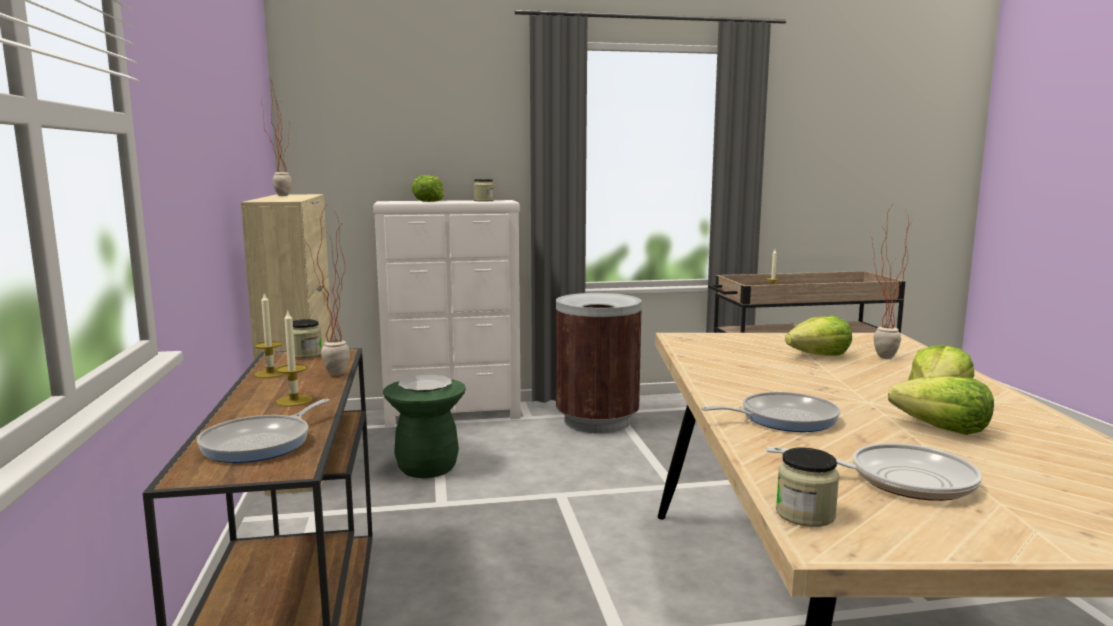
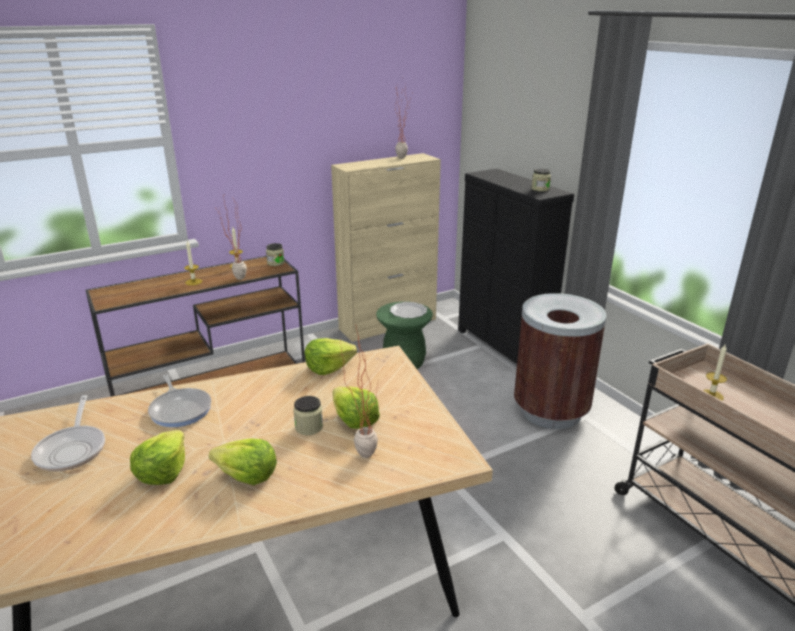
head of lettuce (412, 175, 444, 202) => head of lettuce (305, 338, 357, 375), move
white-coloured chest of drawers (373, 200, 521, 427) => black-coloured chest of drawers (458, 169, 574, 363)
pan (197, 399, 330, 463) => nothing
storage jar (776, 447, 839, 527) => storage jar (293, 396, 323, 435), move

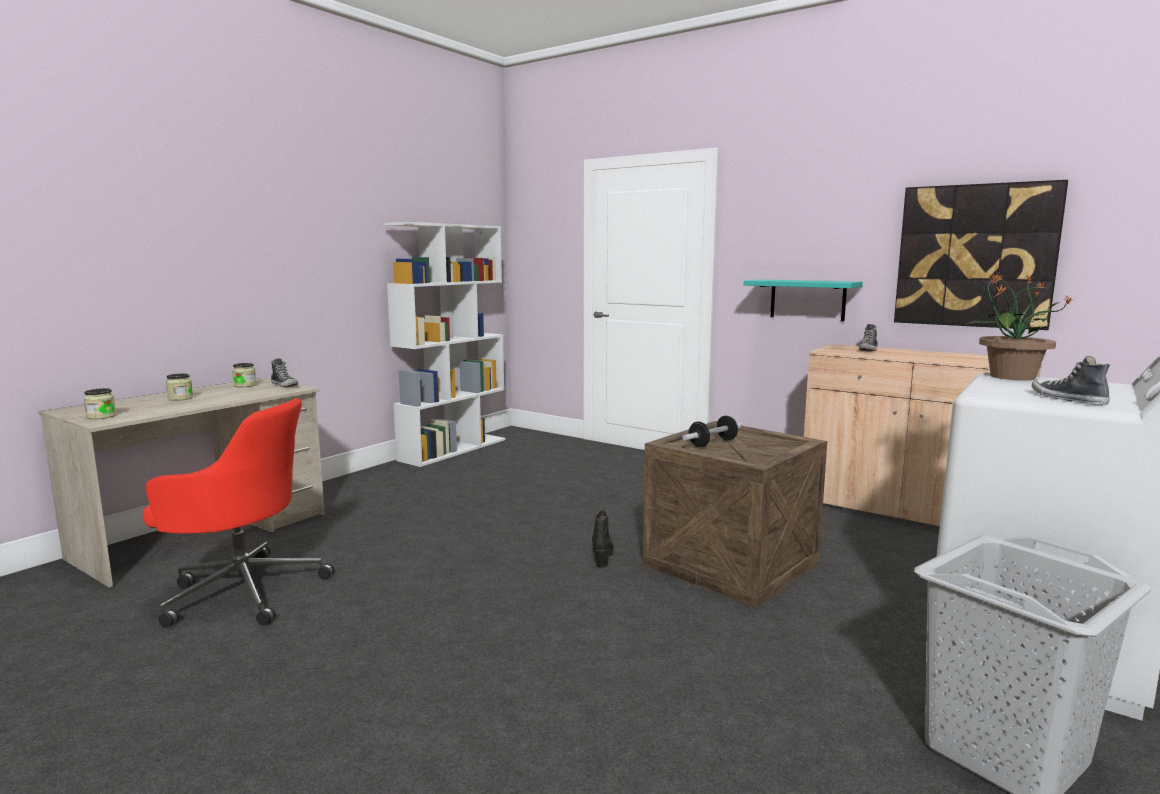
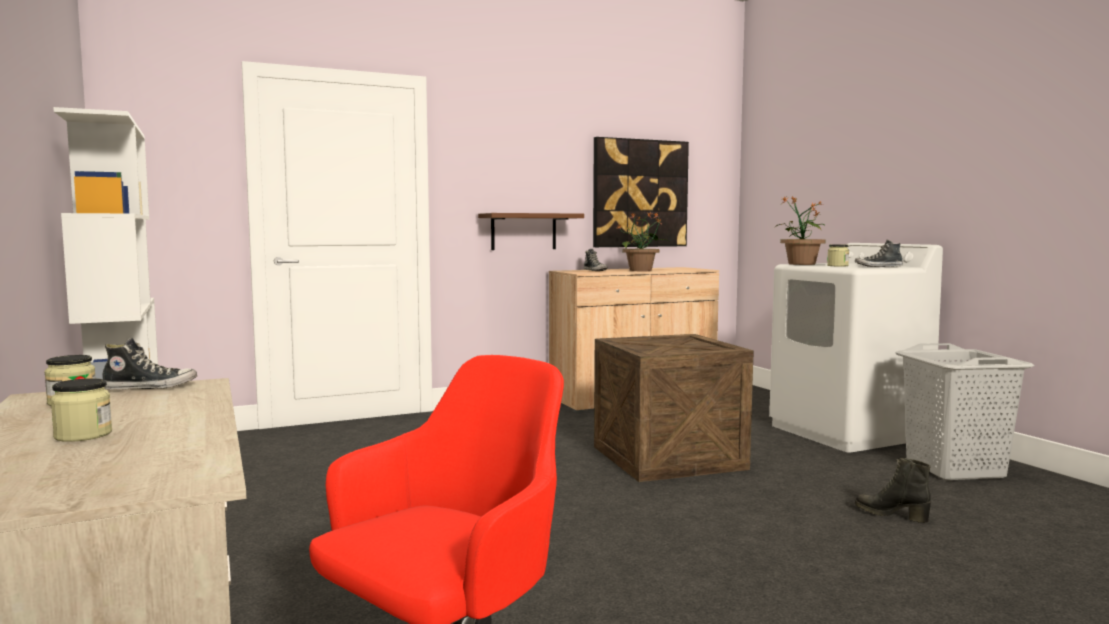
blue-green shelf (744, 279, 863, 321) => brown-coloured shelf (478, 213, 584, 250)
storage jar (84, 388, 116, 419) => storage jar (827, 244, 849, 266), move
free weight (683, 416, 742, 447) => nothing
black-coloured high-top boot (592, 509, 614, 568) => black-coloured high-top boot (855, 458, 931, 523), move
nothing => potted plant (616, 212, 669, 271)

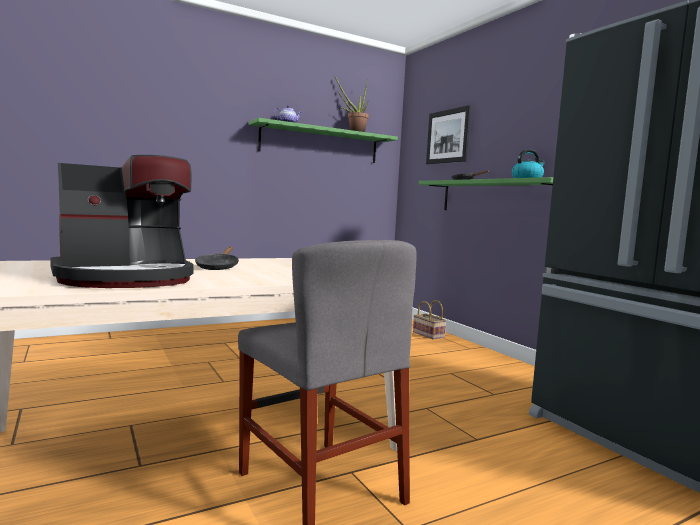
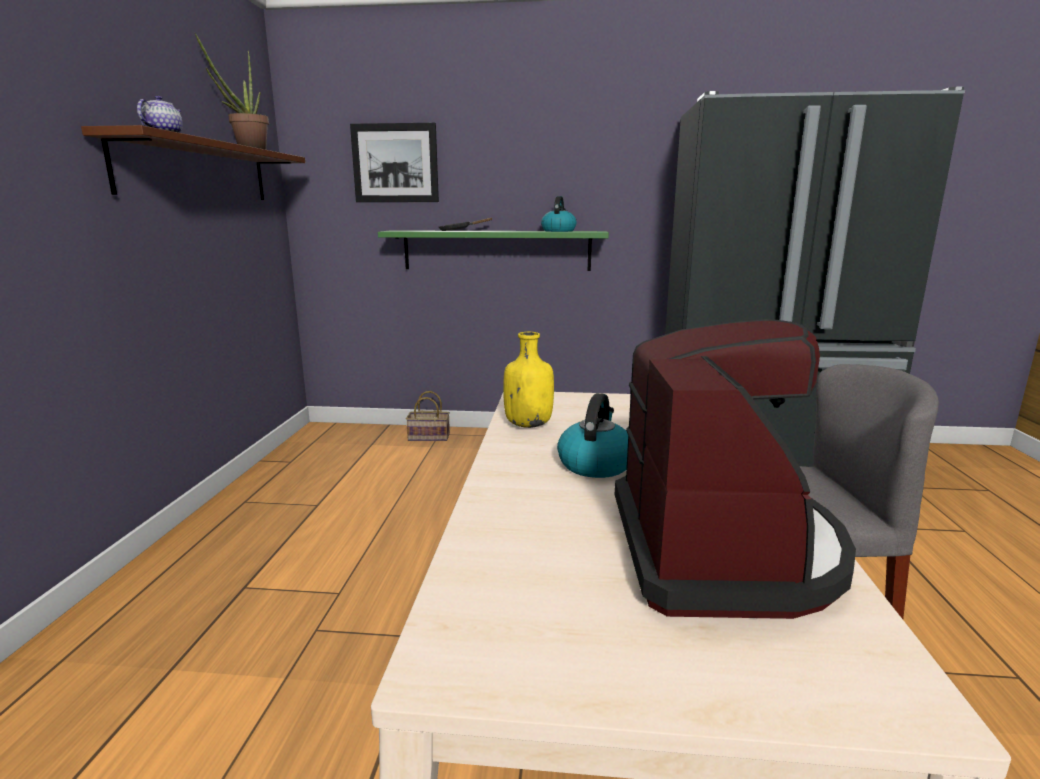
green-coloured shelf (248, 118, 398, 163) => brown-coloured shelf (81, 125, 305, 200)
black-coloured pan (195, 247, 239, 270) => water kettle (557, 393, 628, 478)
nothing => yellow-coloured beverage bottle (503, 332, 554, 428)

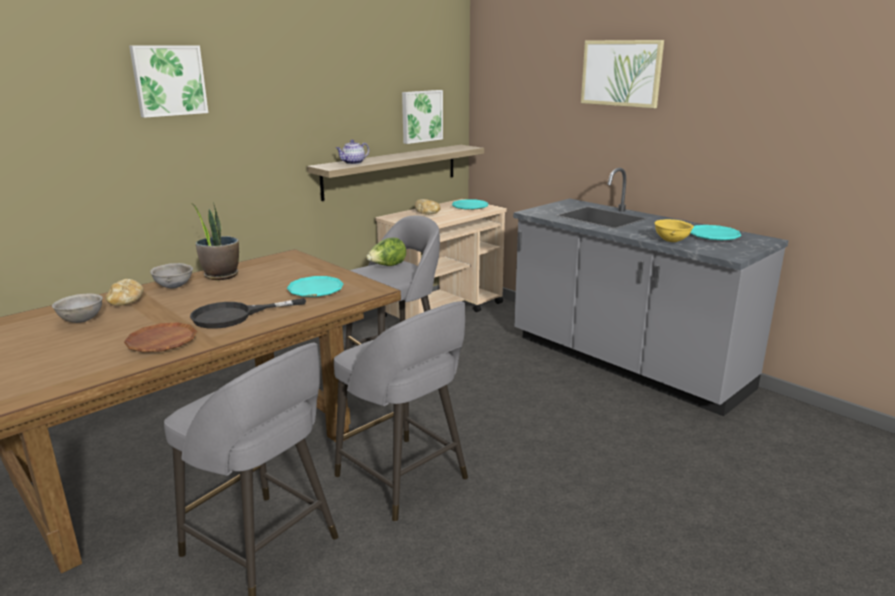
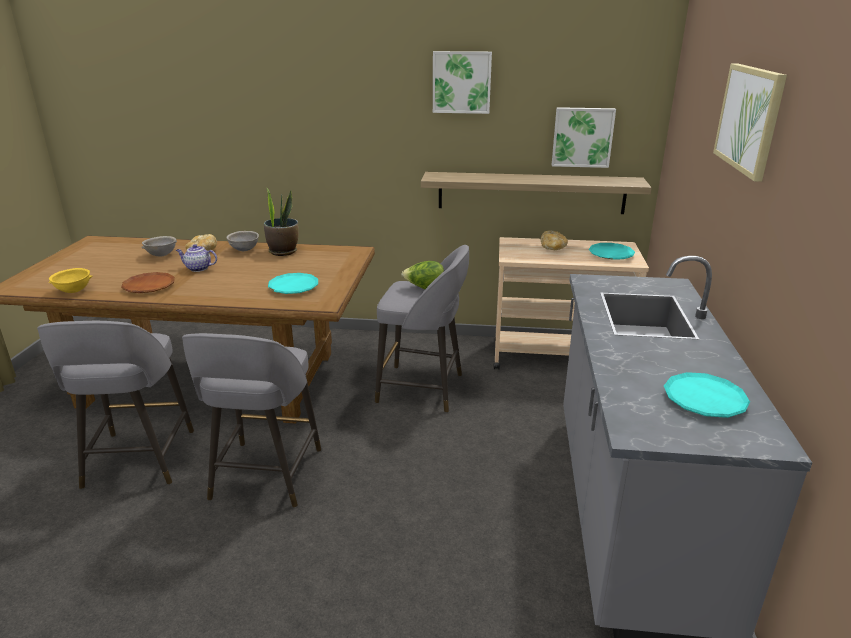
wall art (129, 45, 208, 118) => wall art (433, 51, 492, 114), move
teapot (336, 140, 369, 164) => teapot (176, 244, 217, 272), move
yellow-coloured serving bowl (654, 219, 694, 242) => yellow-coloured serving bowl (49, 268, 93, 293), move
black-coloured pan (190, 298, 306, 329) => nothing

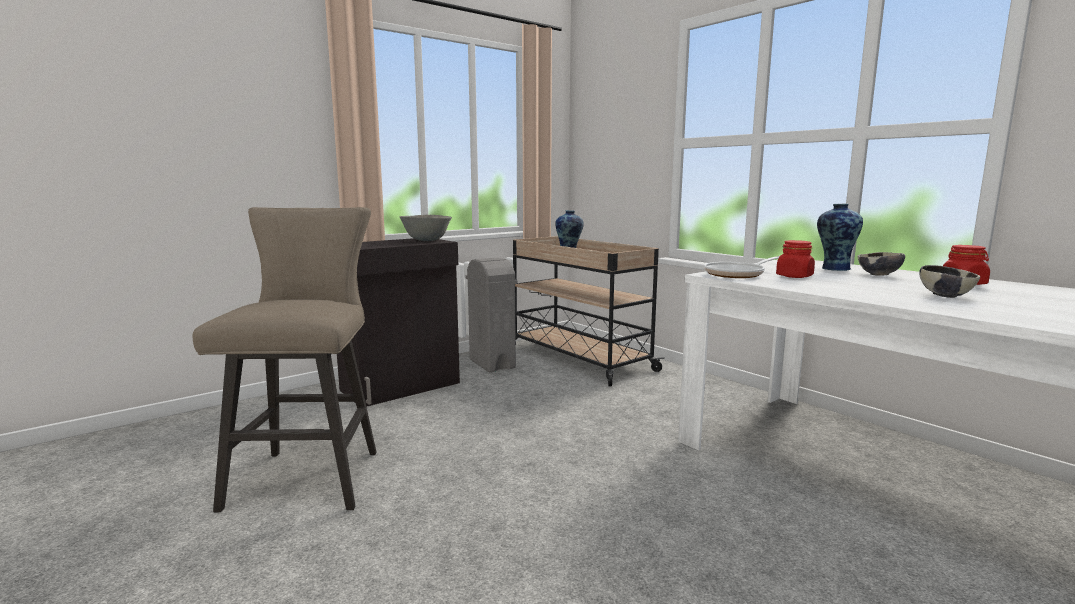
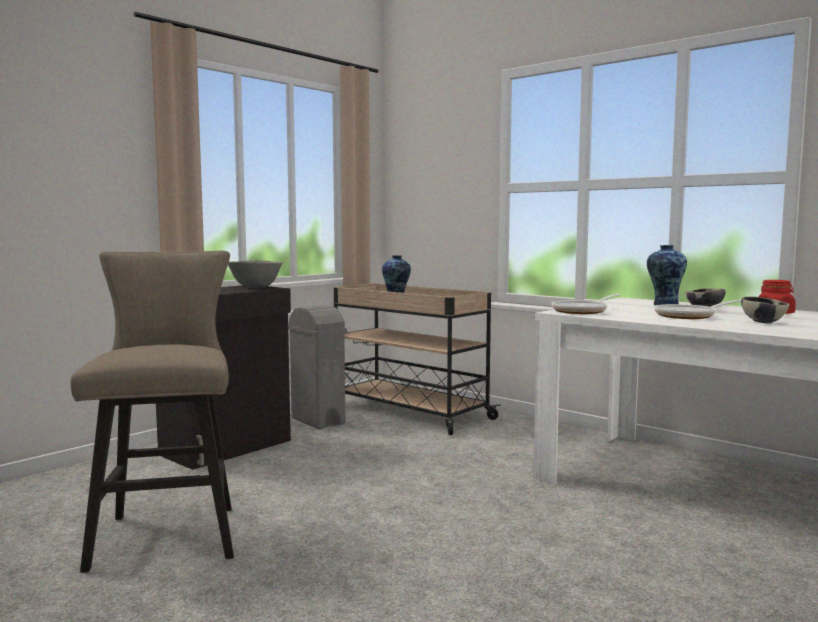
reddish storage jar (776, 240, 815, 278) => nothing
nothing => pan (654, 300, 741, 319)

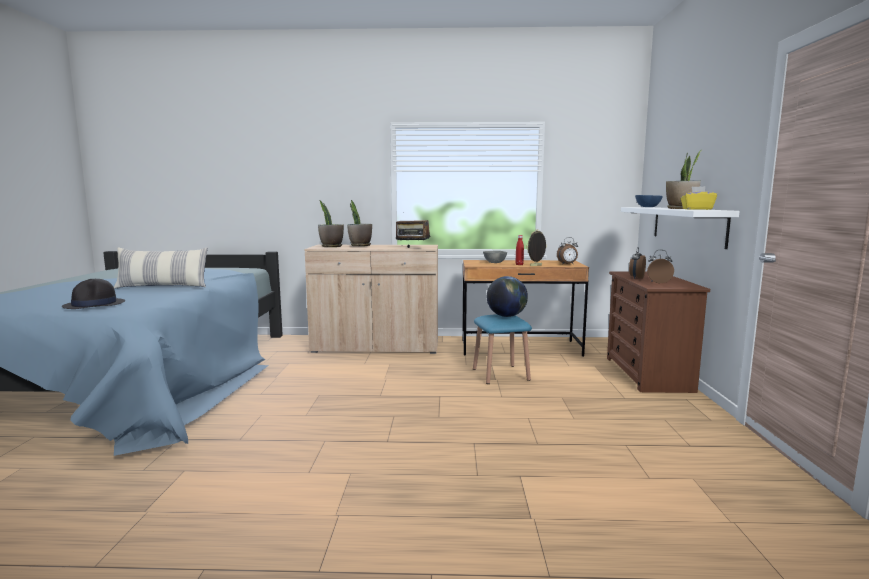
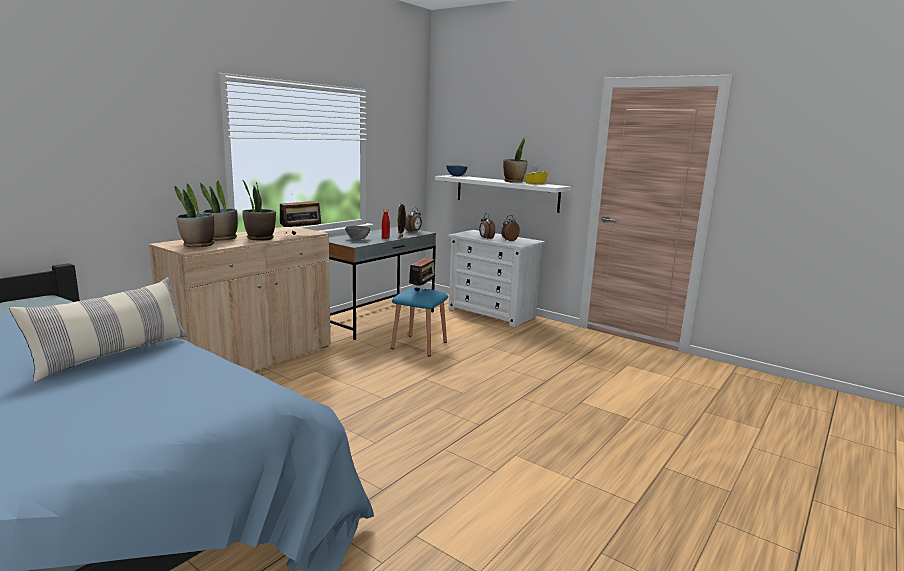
brown-coloured desk unit (462, 260, 589, 357) => greyish desk unit (329, 227, 436, 340)
brown-coloured chest of drawers (607, 271, 710, 393) => white-coloured chest of drawers (448, 230, 545, 327)
desk globe (487, 276, 528, 317) => radio set (409, 257, 436, 291)
black-coloured clothing hat (62, 279, 125, 309) => nothing
nothing => potted plant (242, 180, 276, 240)

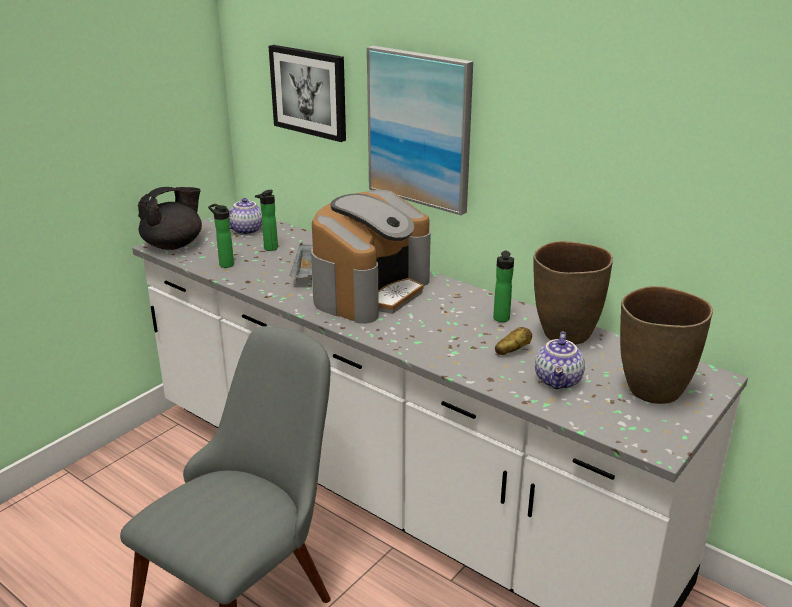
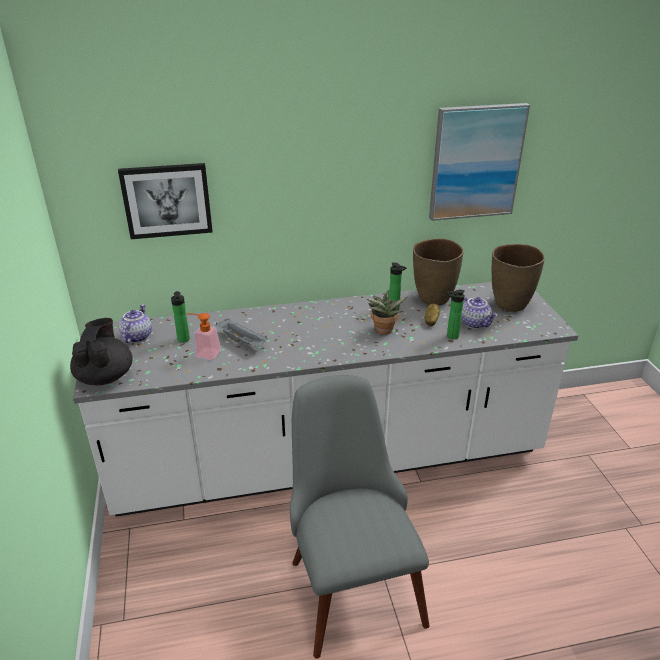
wall art (367, 46, 473, 215) => wall art (429, 103, 530, 221), move
coffee maker (311, 190, 431, 324) => nothing
beverage bottle (208, 204, 234, 268) => beverage bottle (447, 290, 465, 339), move
nothing => potted plant (367, 290, 407, 335)
nothing => soap bottle (186, 313, 221, 360)

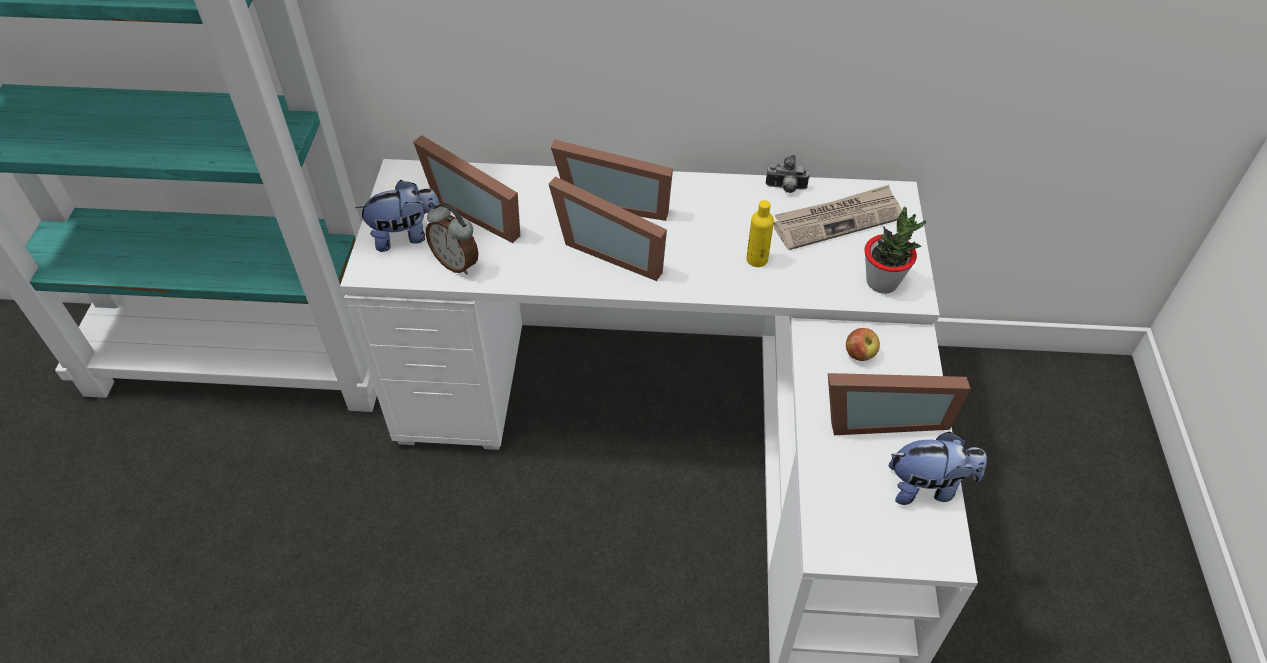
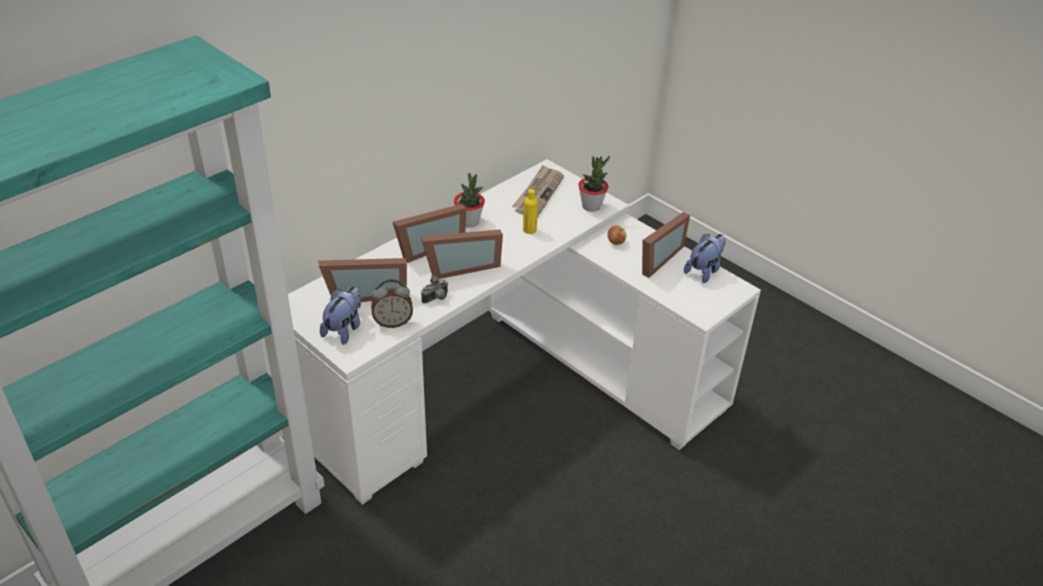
photo camera (766, 155, 809, 193) => photo camera (421, 274, 448, 304), move
nothing => potted plant (454, 173, 485, 228)

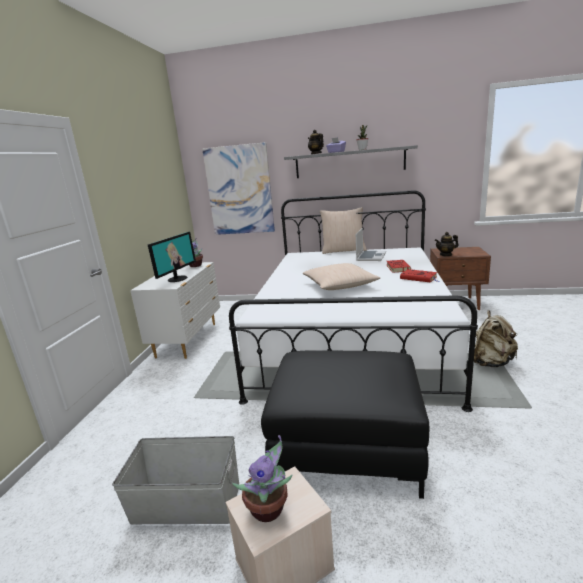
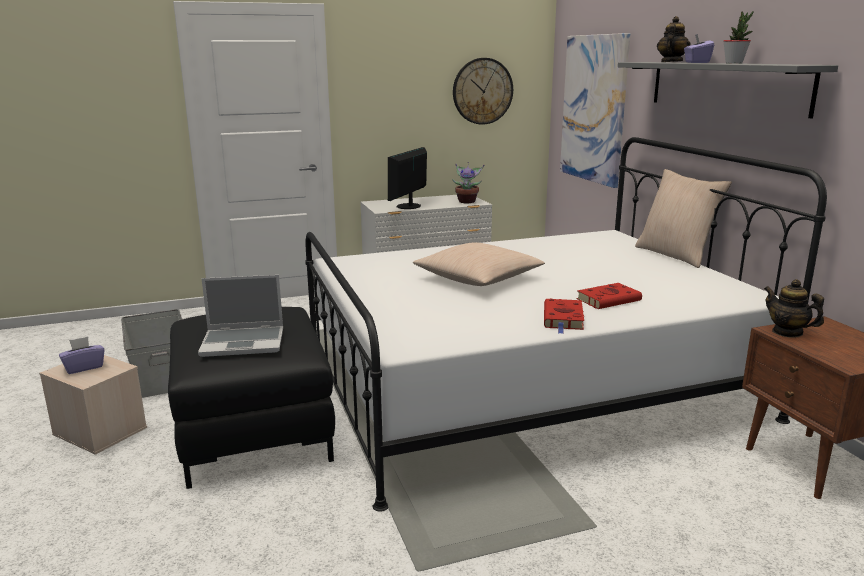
portable computer (356, 228, 386, 261) => portable computer (198, 275, 283, 357), move
computer display (148, 232, 196, 282) => computer display (388, 147, 427, 209), 120 degrees clockwise
beige knapsack (474, 310, 518, 367) => nothing
potted plant (232, 435, 293, 522) => purple-coloured tissue holder (59, 337, 104, 374)
nothing => clock on the wall (453, 58, 513, 125)

